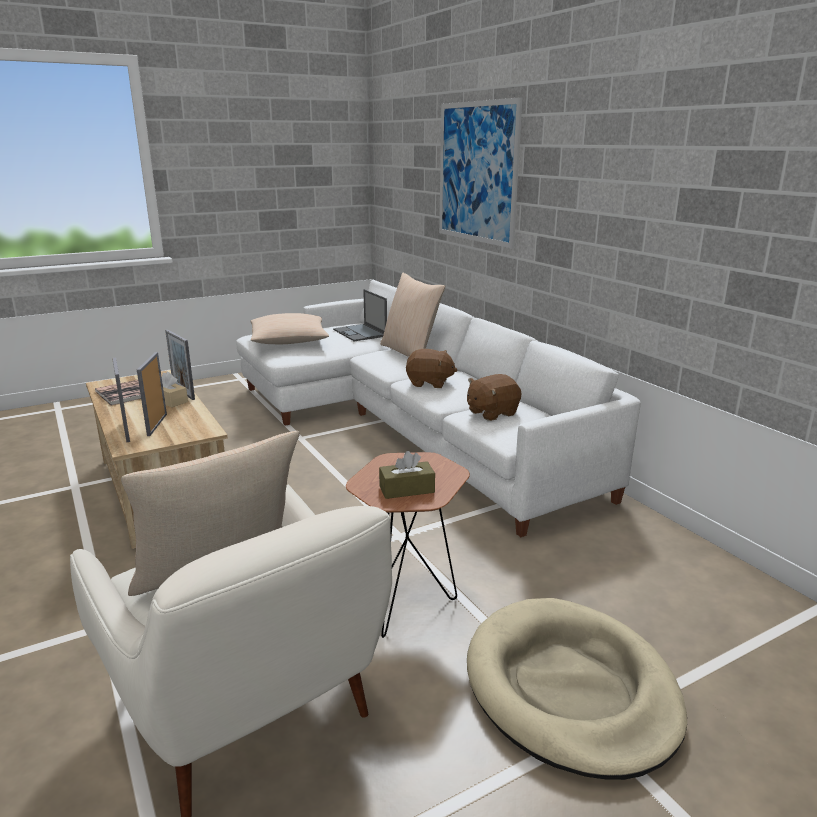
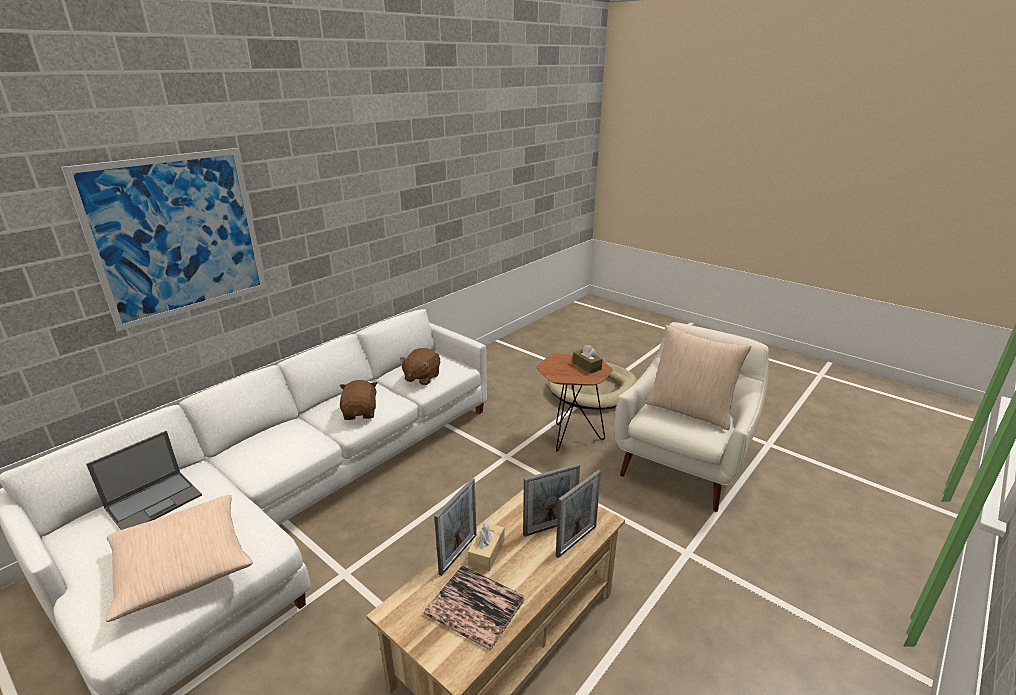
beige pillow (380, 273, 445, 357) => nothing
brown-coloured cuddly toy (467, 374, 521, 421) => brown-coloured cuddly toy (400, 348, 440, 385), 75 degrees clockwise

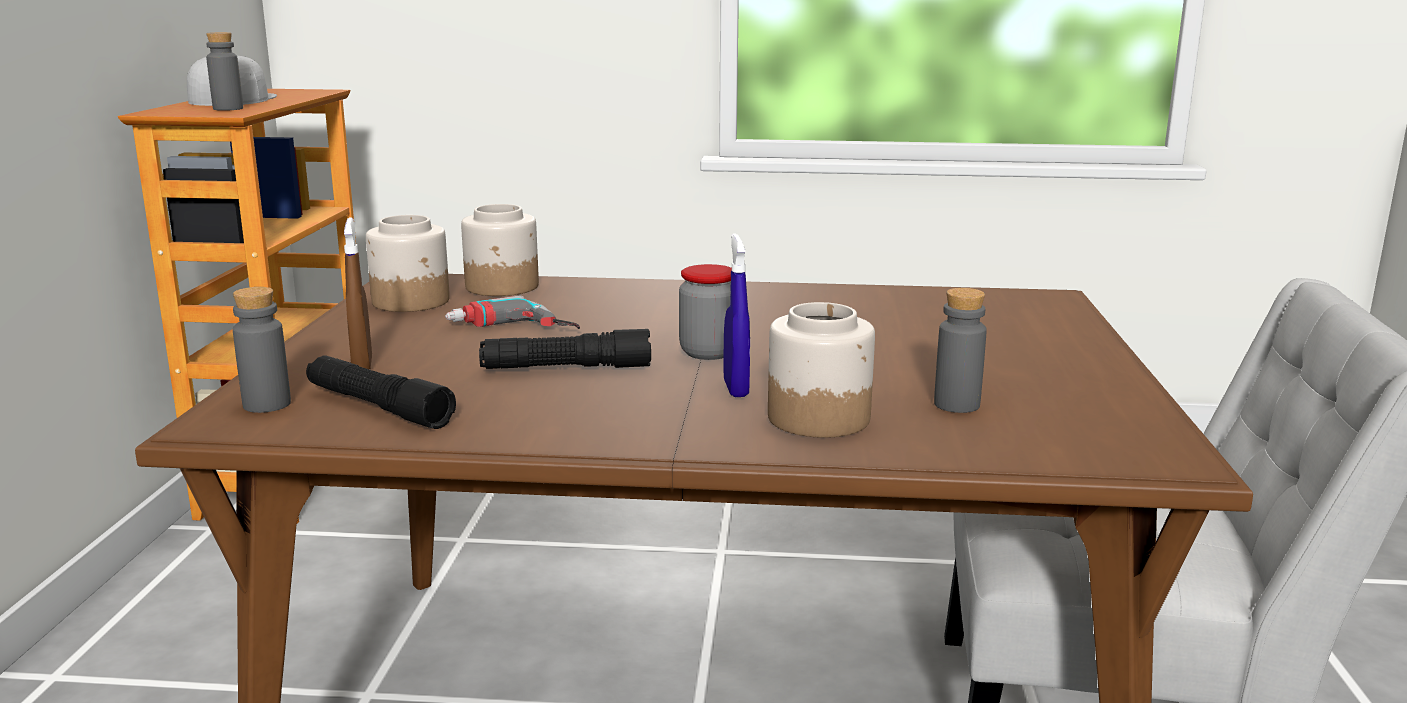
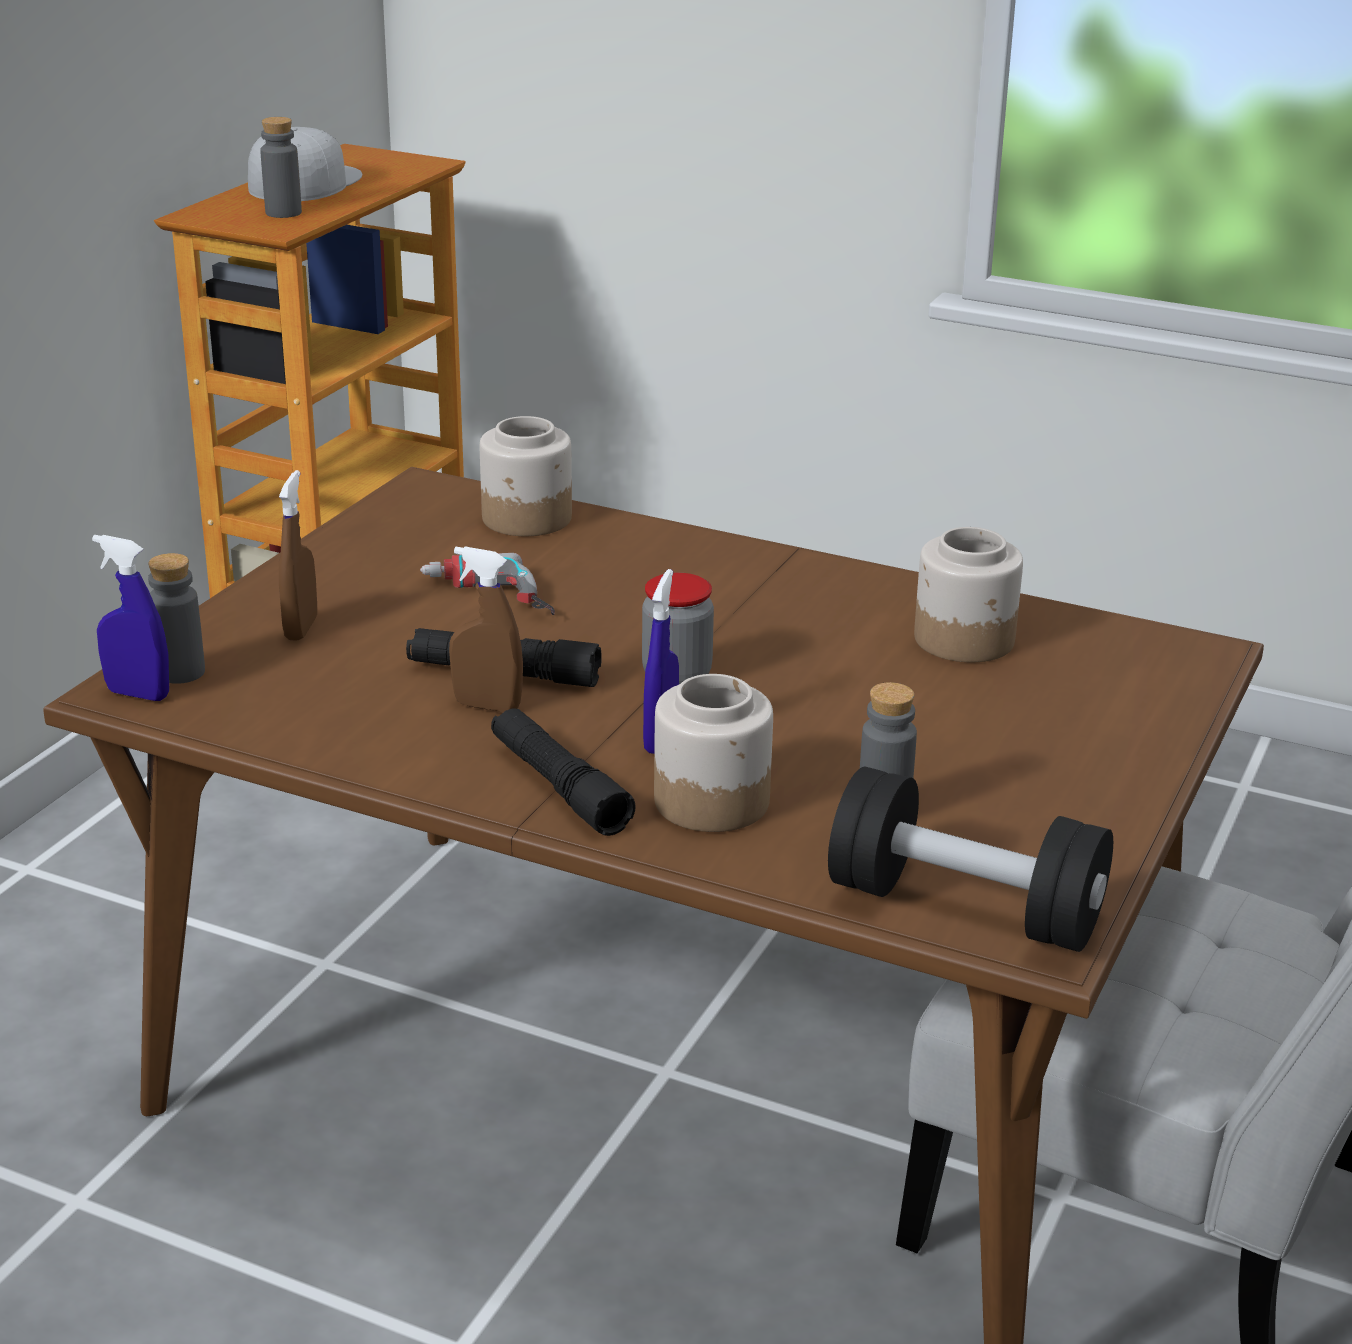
storage jar (366, 215, 450, 312) => storage jar (914, 527, 1023, 662), move
black-coloured torch (306, 356, 456, 429) => black-coloured torch (491, 709, 636, 836), move
nothing => bluish hand sprayer (92, 535, 169, 701)
nothing => brown-coloured hand sprayer (449, 546, 523, 712)
nothing => black-coloured free weight (828, 767, 1113, 952)

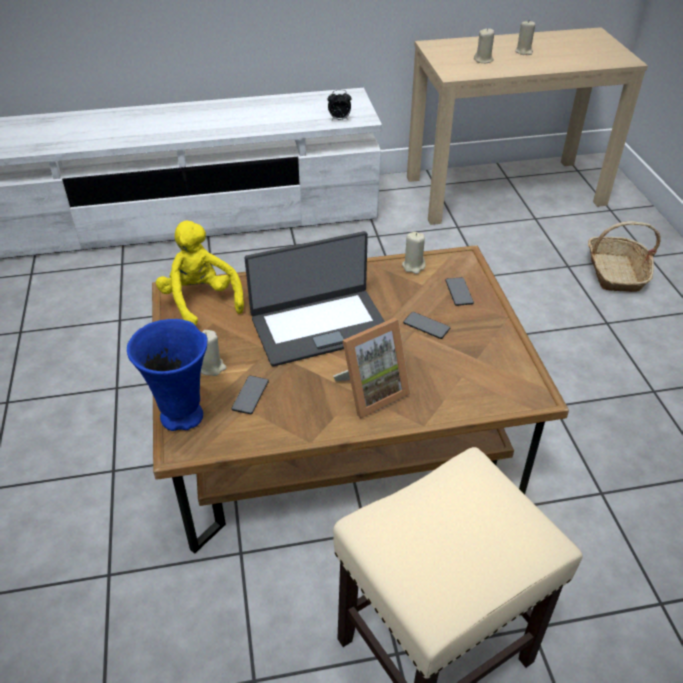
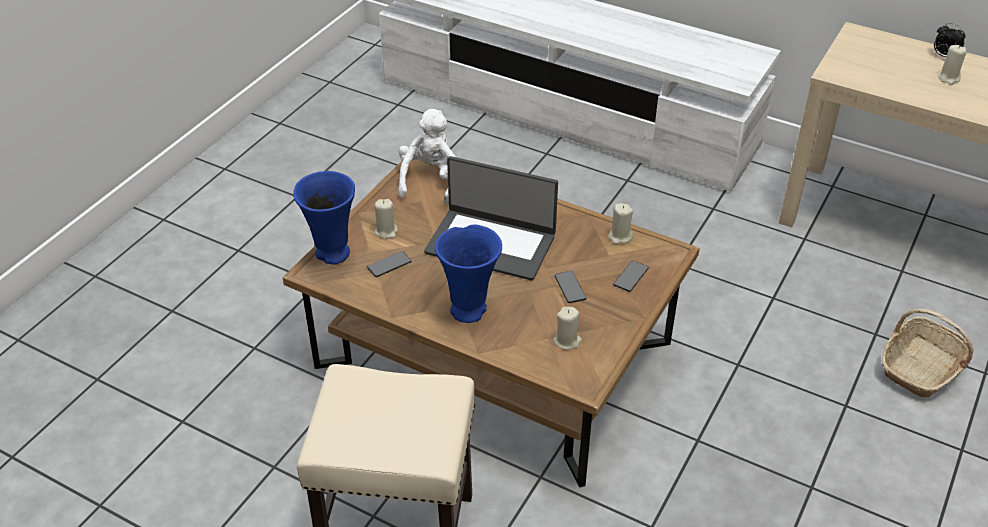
beige candle (474, 28, 494, 63) => beige candle (553, 307, 582, 350), move
table clock (328, 90, 351, 120) => table clock (934, 23, 965, 57), move
yellow-coloured cuddly toy (156, 221, 244, 326) => white-coloured cuddly toy (398, 109, 456, 204)
photo frame (333, 318, 410, 418) => bluish flower vase (435, 224, 502, 323)

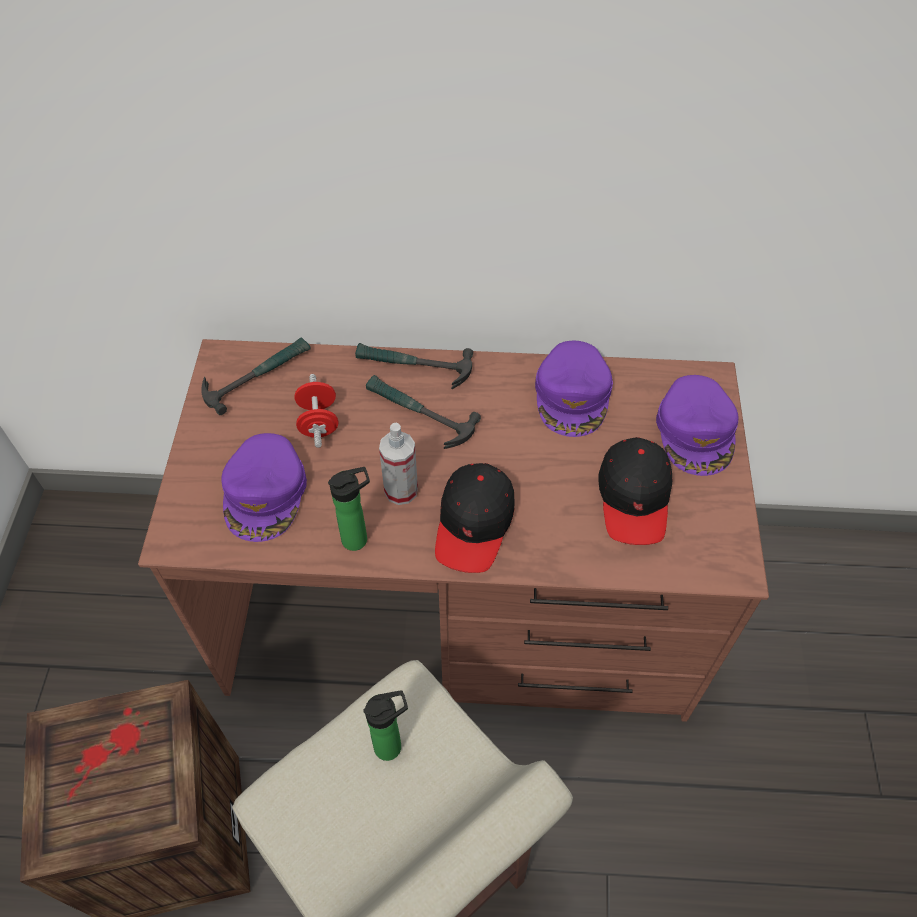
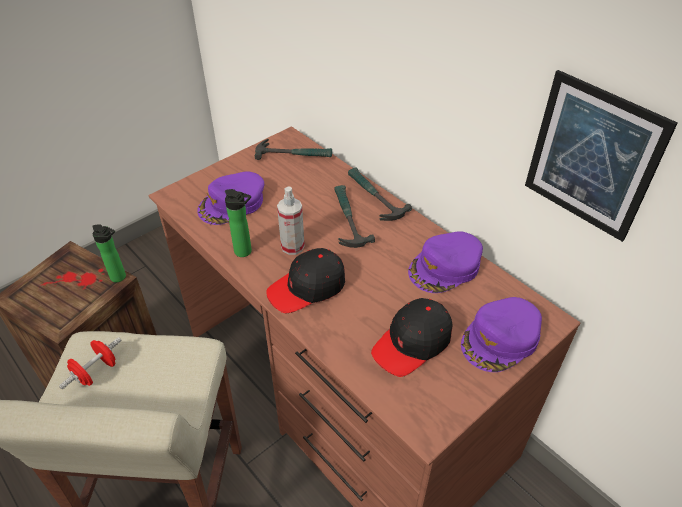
reddish free weight (294, 374, 338, 448) => reddish free weight (59, 337, 121, 389), move
beverage bottle (363, 690, 408, 761) => beverage bottle (92, 224, 126, 282), move
nothing => wall art (525, 70, 678, 242)

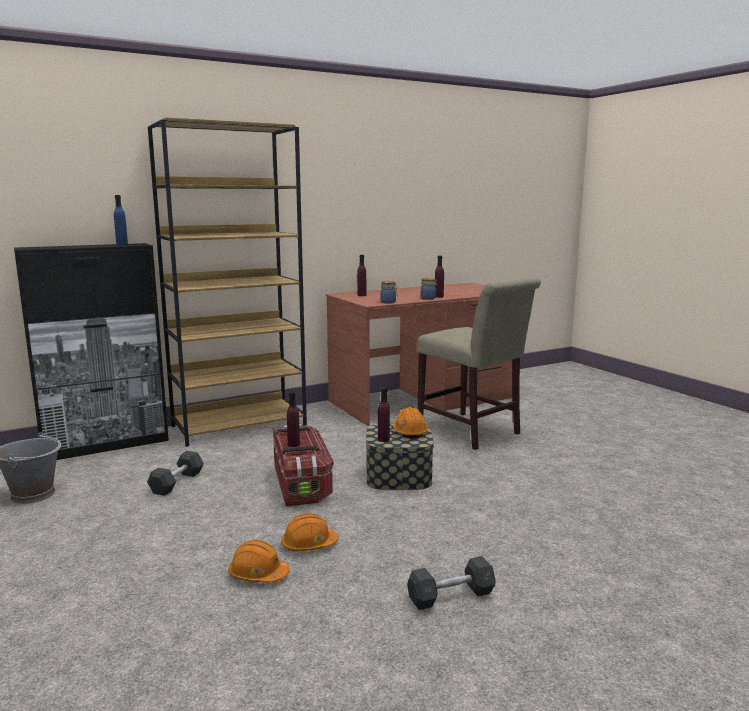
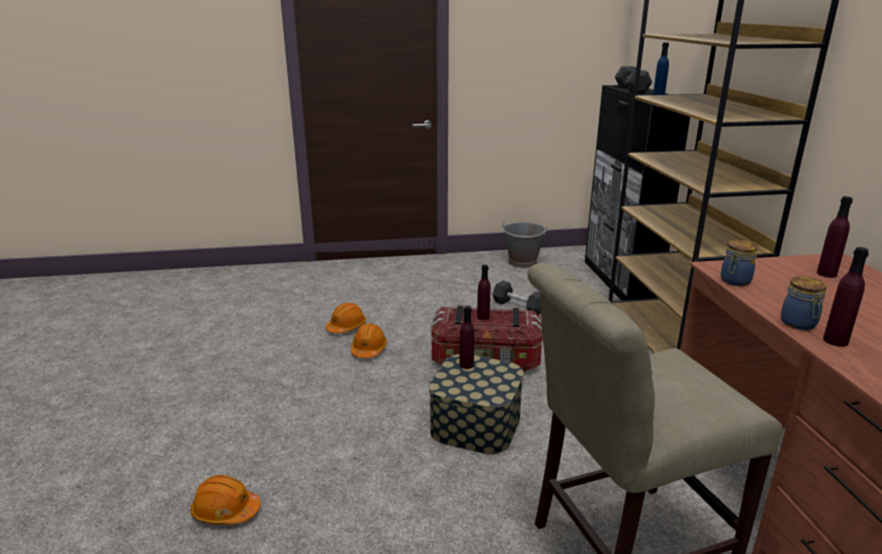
orange safety helmet (393, 407, 428, 439) => orange safety helmet (190, 475, 261, 525), move
greyish free weight (407, 556, 496, 610) => greyish free weight (615, 66, 652, 94), move

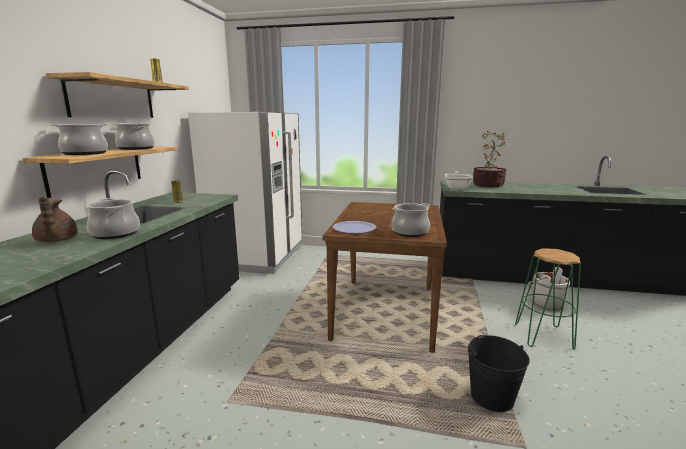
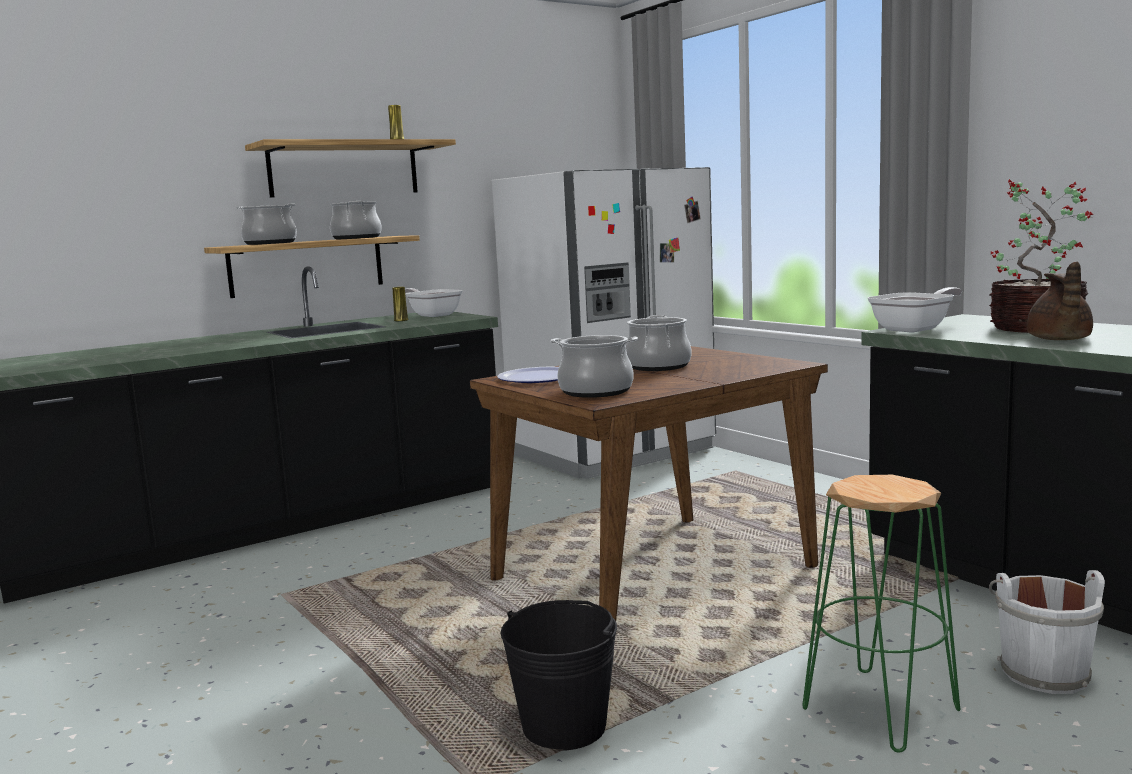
brown-coloured teapot (32, 197, 77, 242) => brown-coloured teapot (1026, 261, 1093, 340), move
saucepot (86, 198, 140, 239) => saucepot (626, 315, 691, 371), move
nothing => pan (405, 288, 463, 317)

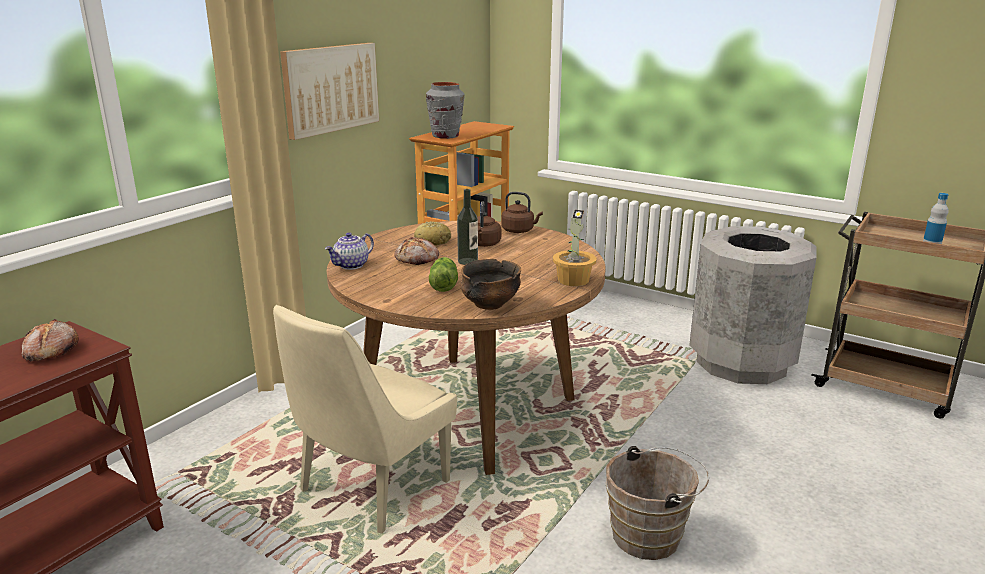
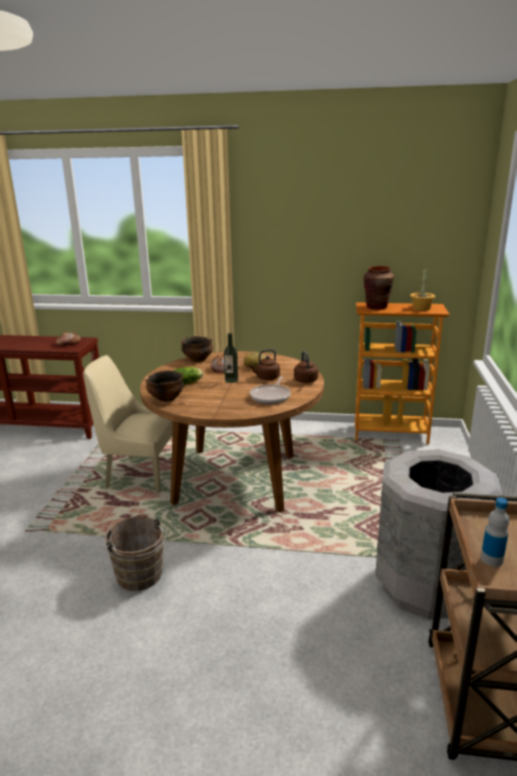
wall art (280, 43, 379, 140) => nothing
greyish flower vase (426, 82, 465, 139) => brown-coloured flower vase (363, 266, 394, 310)
potted plant (552, 210, 597, 286) => potted plant (410, 268, 435, 311), move
teapot (325, 232, 374, 270) => serving bowl (181, 336, 213, 362)
nothing => pan (250, 376, 291, 404)

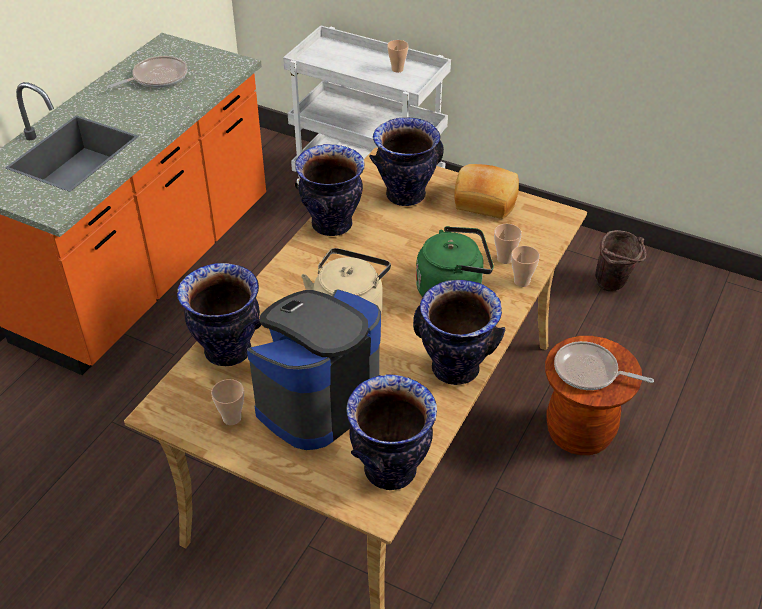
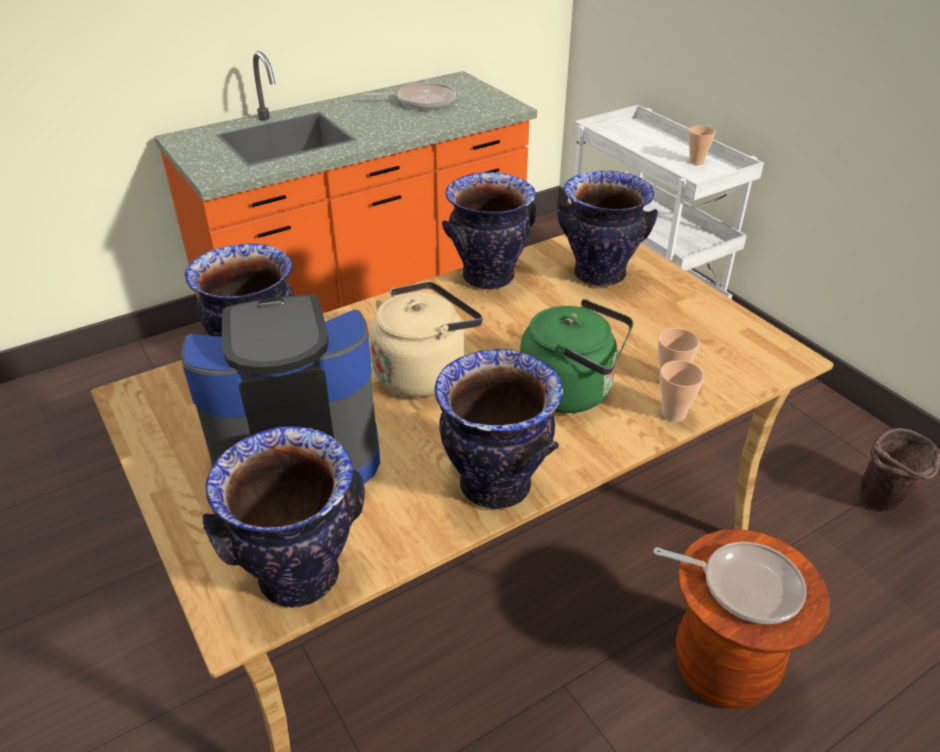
baked bread (454, 164, 519, 219) => nothing
pan (554, 341, 654, 390) => pan (654, 542, 807, 624), 150 degrees clockwise
drinking cup (211, 379, 244, 425) => nothing

